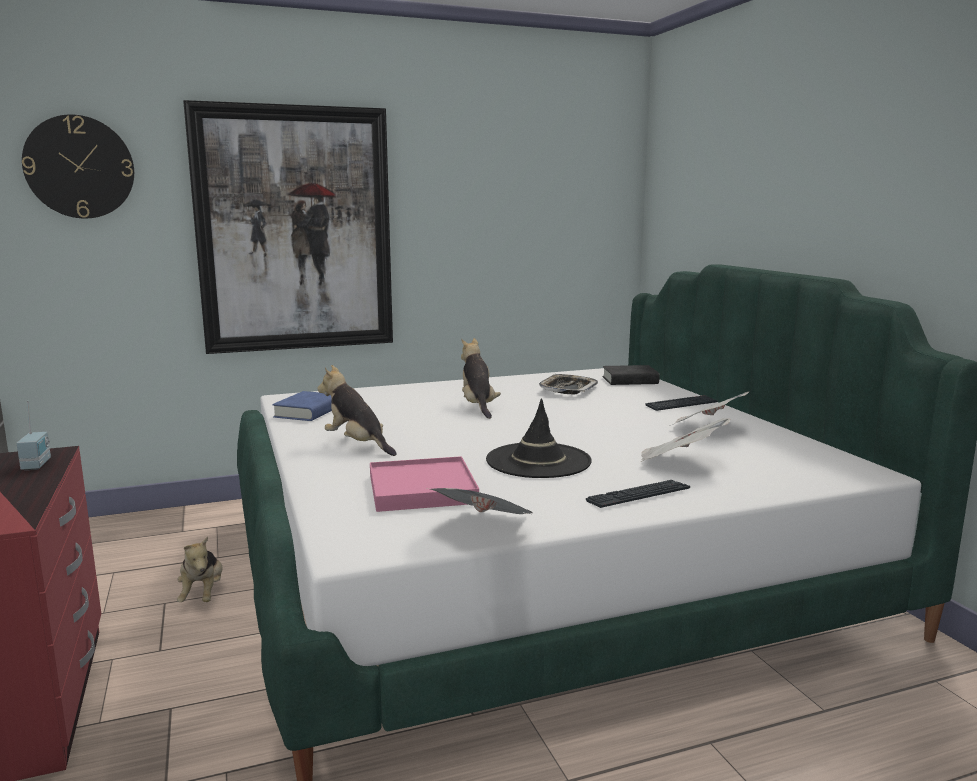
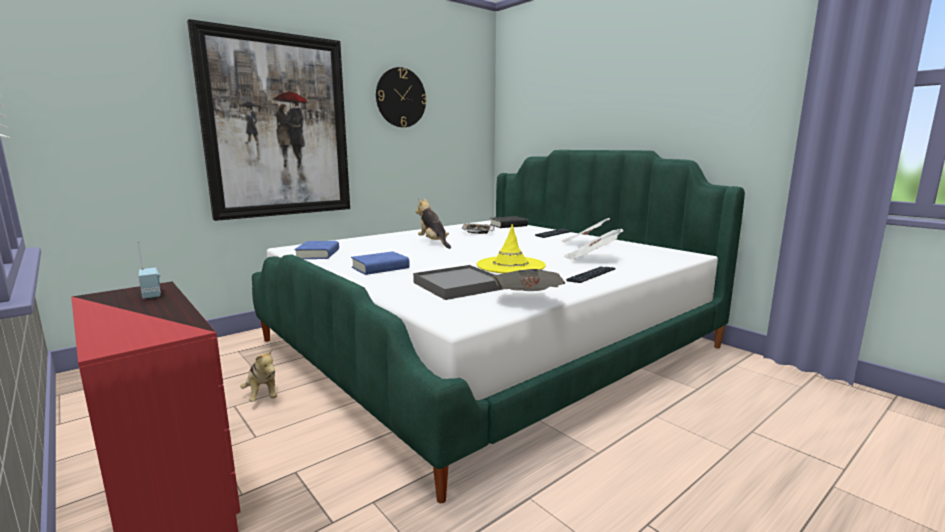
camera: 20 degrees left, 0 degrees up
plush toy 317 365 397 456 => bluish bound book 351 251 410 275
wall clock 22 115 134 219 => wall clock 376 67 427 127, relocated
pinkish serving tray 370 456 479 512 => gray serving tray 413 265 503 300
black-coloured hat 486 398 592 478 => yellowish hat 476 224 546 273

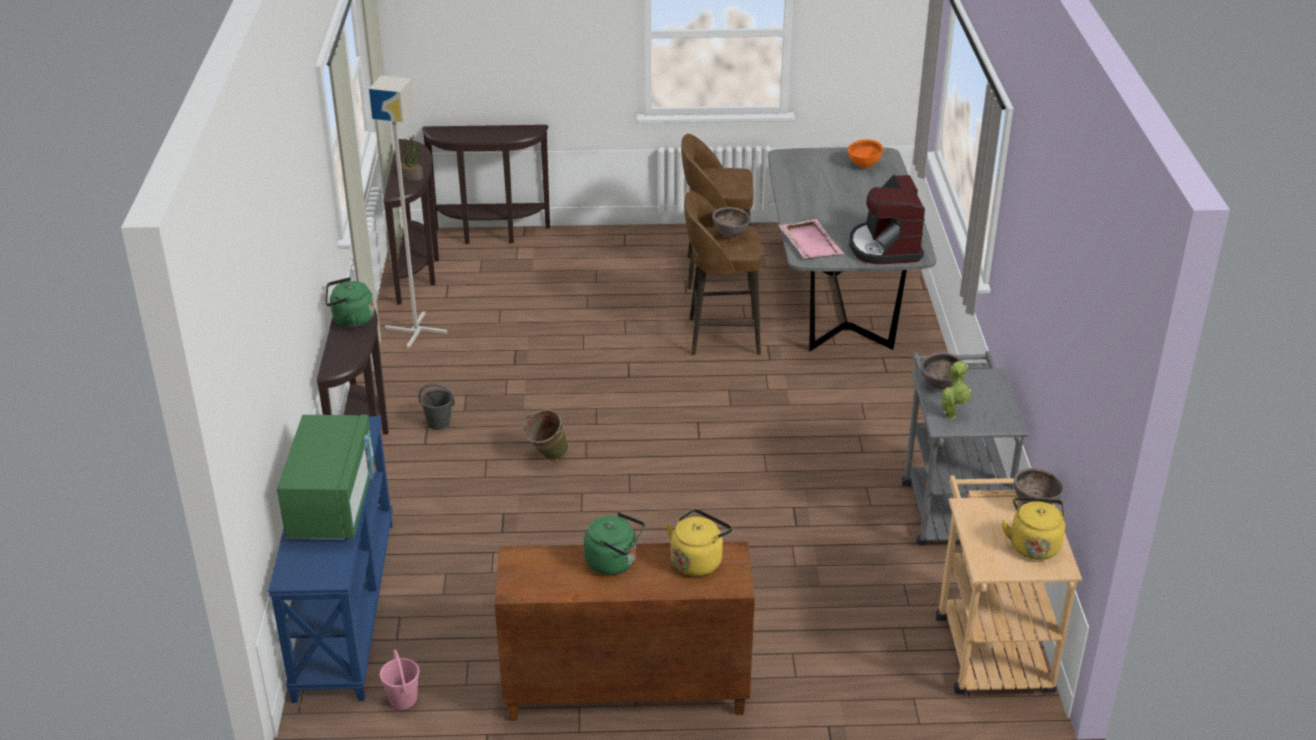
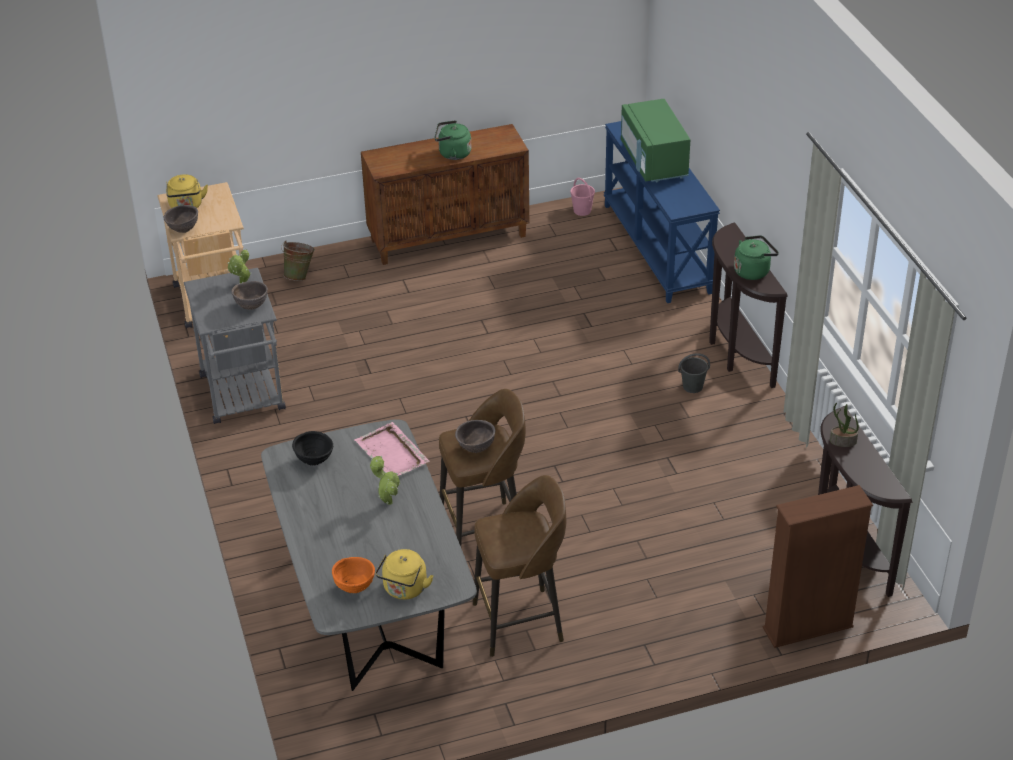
camera: 165 degrees right, 5 degrees up
greenish pail 523 409 569 460 => greenish pail 281 241 315 281, relocated
coffee maker 849 175 925 264 => black-coloured serving bowl 292 431 333 465
nothing => plant in a pot 370 456 400 505
yellowish water kettle 666 509 732 576 => yellowish water kettle 375 549 433 600, relocated
brown console table 422 125 550 244 => brown shelving unit 763 485 873 648
gray floor lamp 369 75 447 348 => nothing

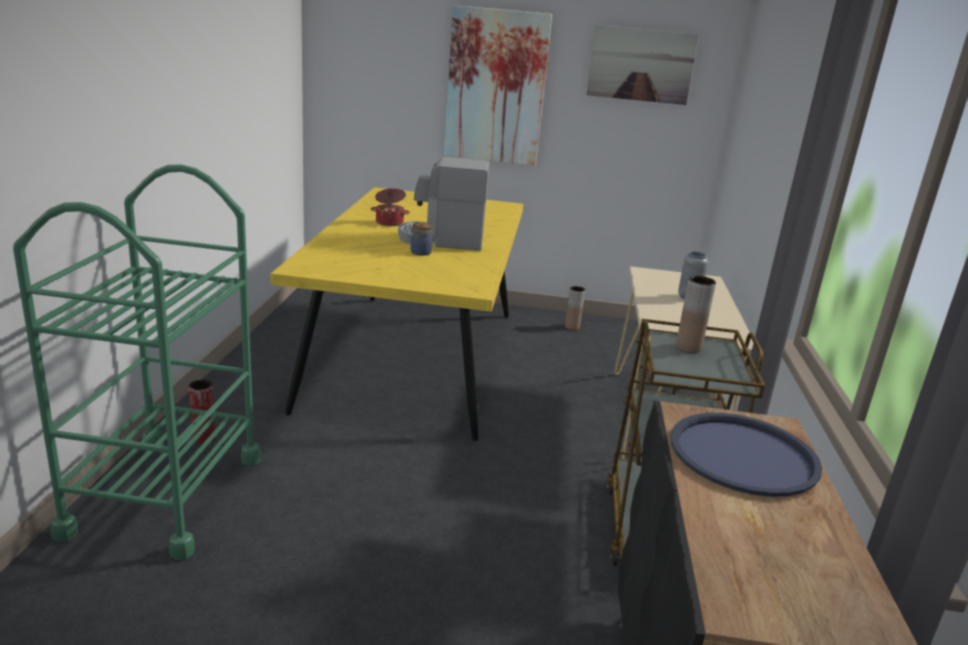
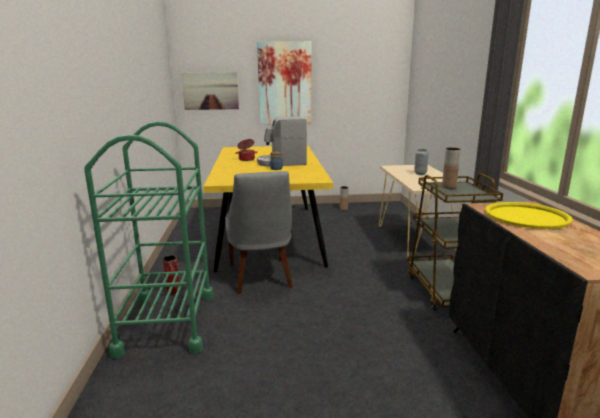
camera: 10 degrees left, 5 degrees down
wall art 586 25 699 105 => wall art 181 72 239 110, relocated
nothing => gray chair 225 171 293 294
bluish serving tray 671 413 822 497 => yellowish serving tray 485 202 573 229

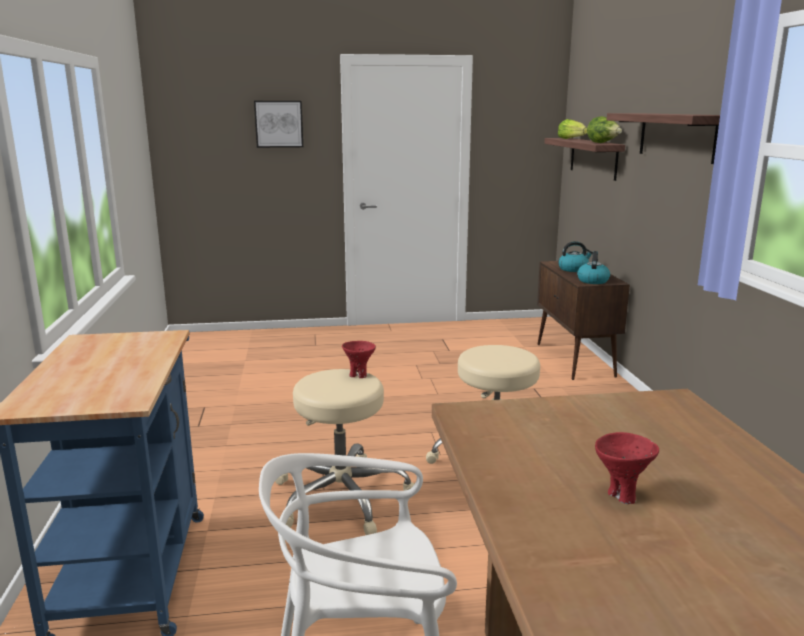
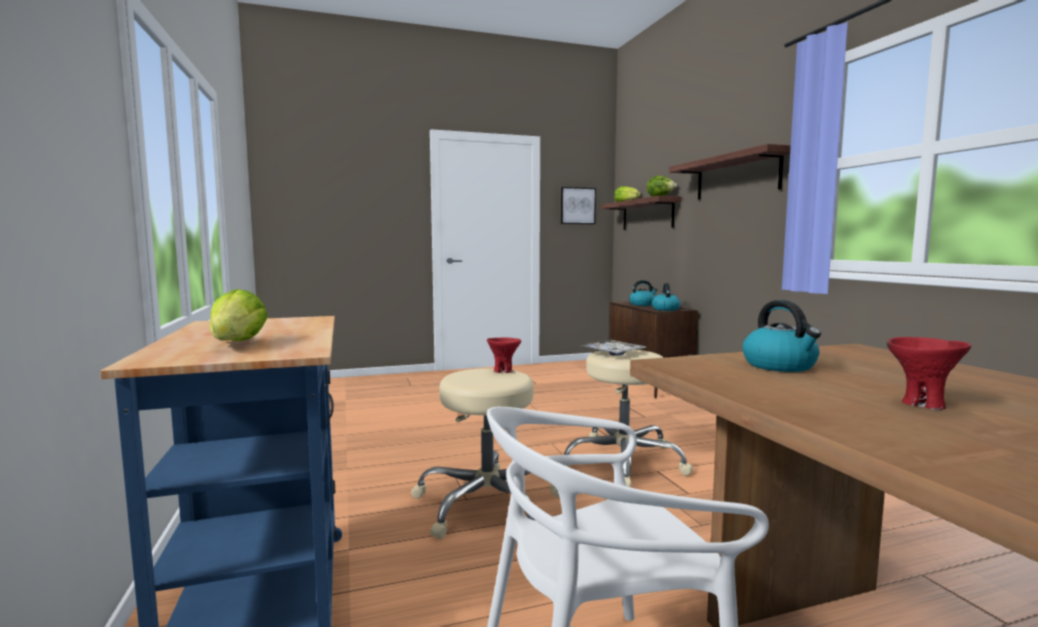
camera: 10 degrees left, 10 degrees down
nothing => lettuce 210 289 268 341
wall art 254 101 303 148 => wall art 561 187 596 224, relocated
nothing => serving tray 582 340 646 356
nothing => water kettle 742 300 821 372

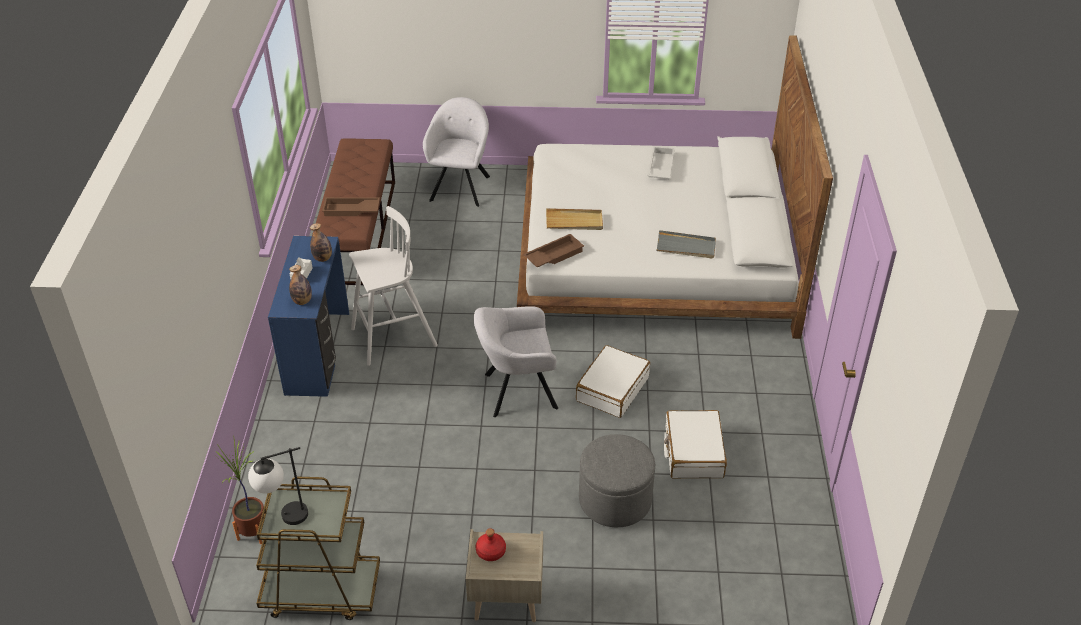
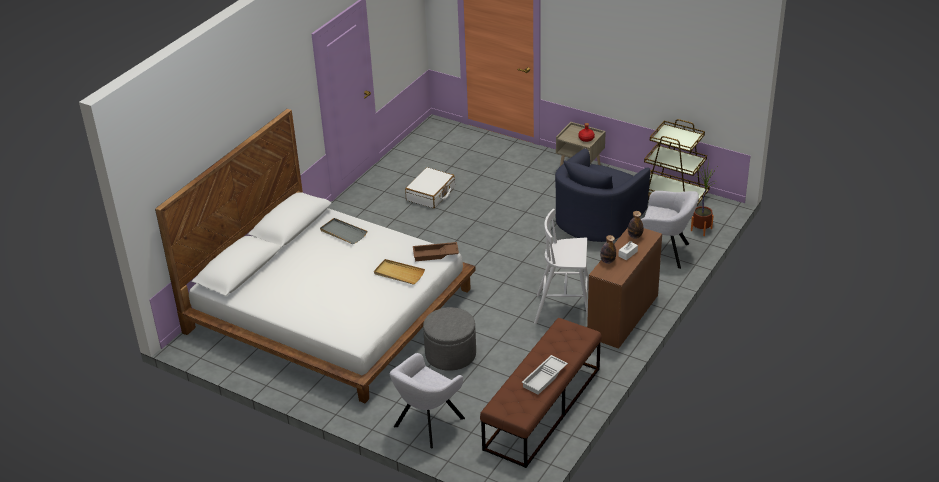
camera: 150 degrees left, 5 degrees down
gray footrest 579 434 655 527 => gray footrest 423 307 476 371, relocated
whitish serving tray 648 146 675 179 => whitish serving tray 522 355 568 395, relocated
nothing => bluish armchair 555 148 651 242
bluish desk table 268 236 349 397 => brown desk table 587 228 662 349
gray armchair 474 306 558 417 => gray armchair 641 191 699 269, relocated
lamp for a table 248 447 308 525 => nothing
brown serving tray 322 197 380 216 => nothing
whitish suitcase 576 345 650 418 => nothing

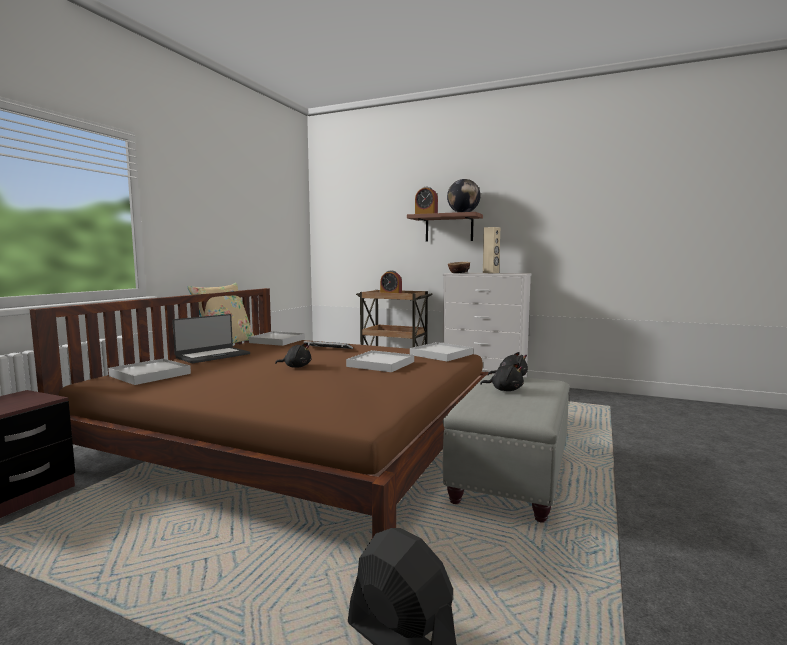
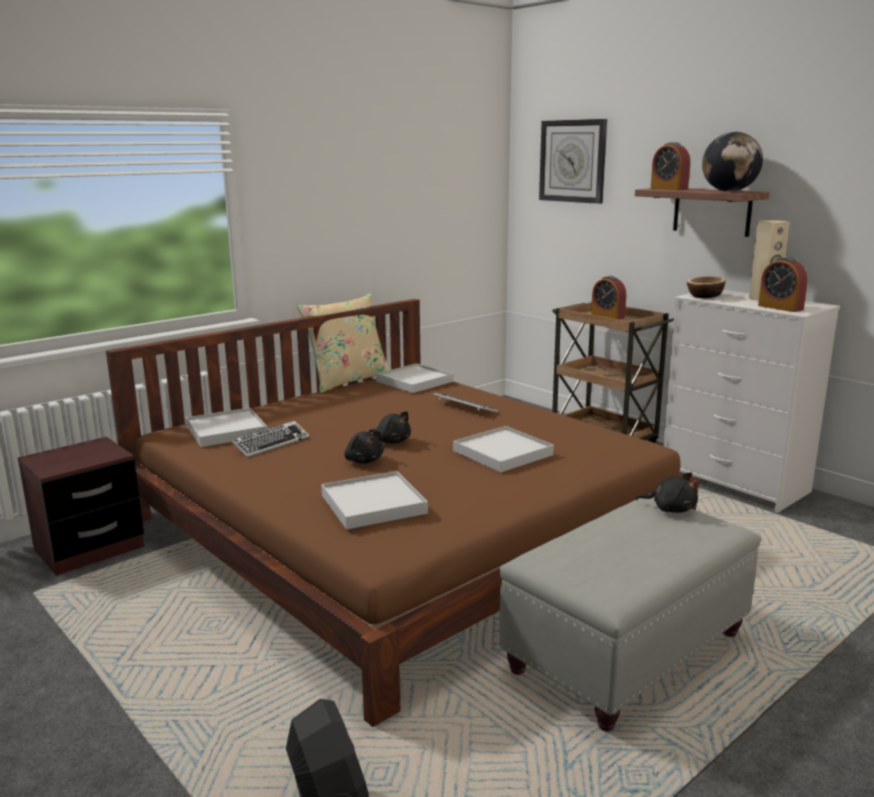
camera: 25 degrees right, 10 degrees up
nothing => computer keyboard 231 421 310 458
whitish serving tray 410 342 473 361 => whitish serving tray 321 471 428 529, relocated
black-coloured plush toy 480 363 524 391 => black-coloured plush toy 344 431 384 464, relocated
nothing => wall clock 539 119 607 204
nothing => table clock 758 257 808 312
notebook computer 172 314 250 363 => nothing

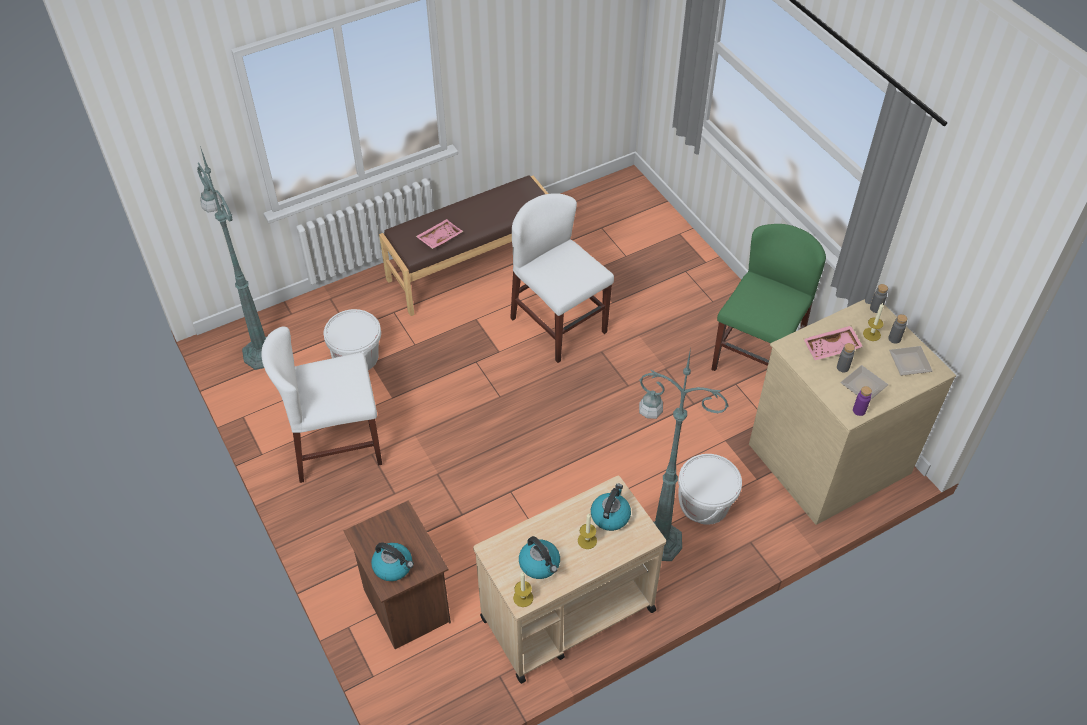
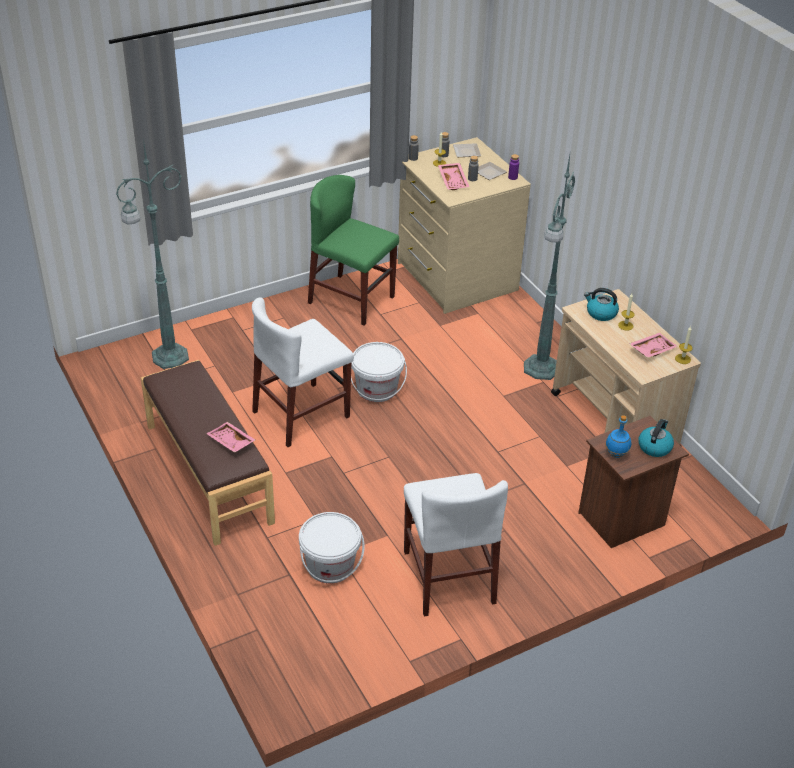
camera: 90 degrees left, 10 degrees down
greenish floor lamp 197 146 267 370 => greenish floor lamp 116 138 189 369, relocated
whitish pail 678 454 742 525 => whitish pail 351 342 407 402, relocated
nothing => bluish beverage bottle 605 415 631 458
water kettle 519 536 560 579 => pinkish serving tray 629 333 678 358

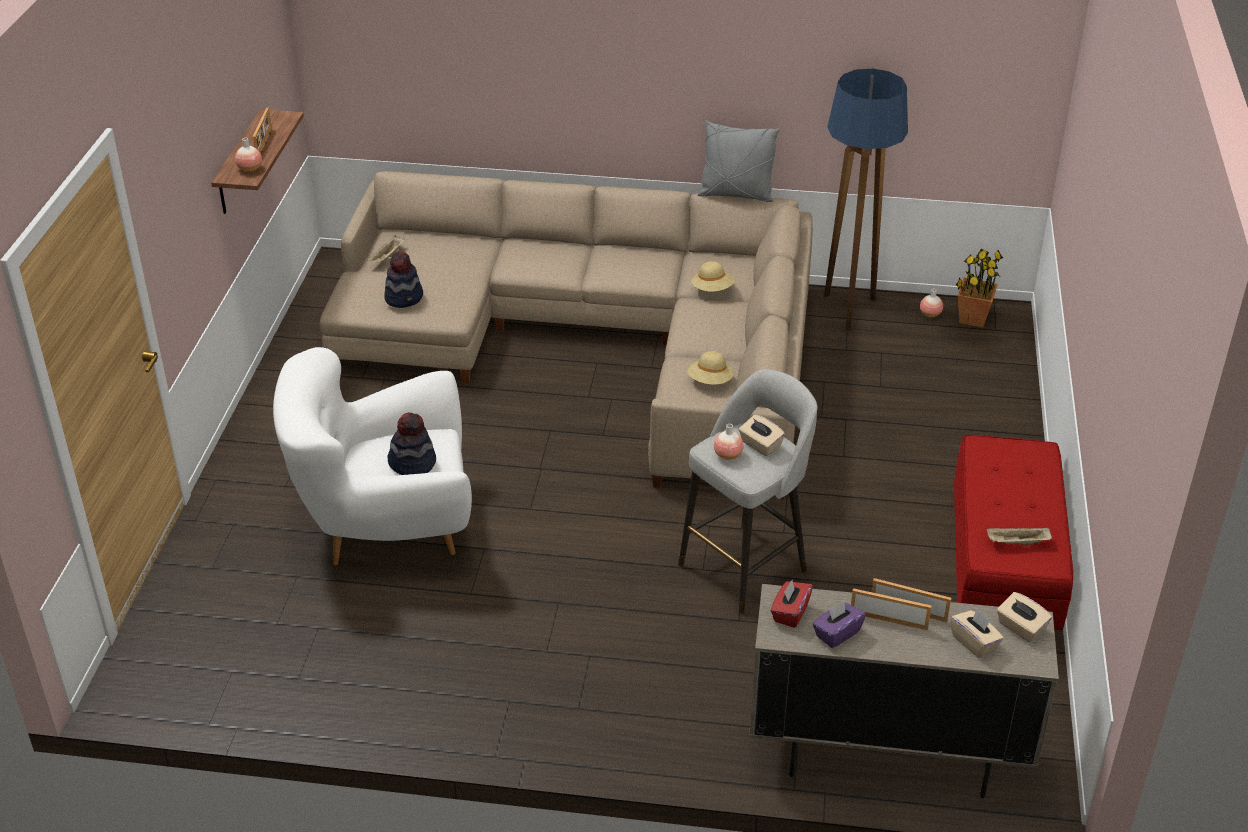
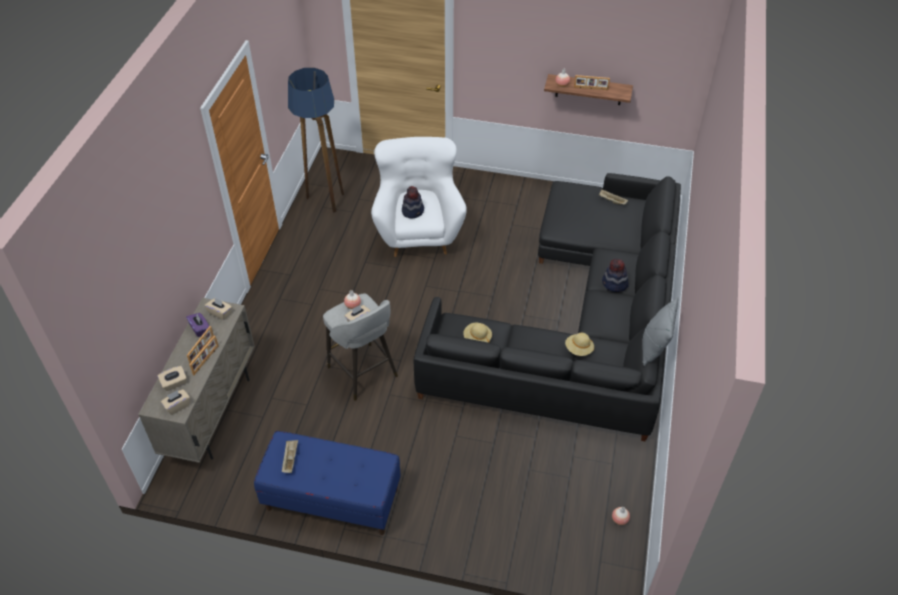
camera: 95 degrees right, 10 degrees up
red-coloured tissue box 771 580 813 628 => beige-coloured tissue box 205 298 232 320
red-coloured bench 954 435 1073 632 => bluish bench 254 431 401 535
floor lamp 824 69 908 331 => floor lamp 288 68 344 213, relocated
beige-coloured sofa 320 171 813 499 => black-coloured sofa 413 173 681 441
hat 384 251 423 308 => hat 602 258 629 292, relocated
plant in a pot 956 248 1003 328 => nothing

